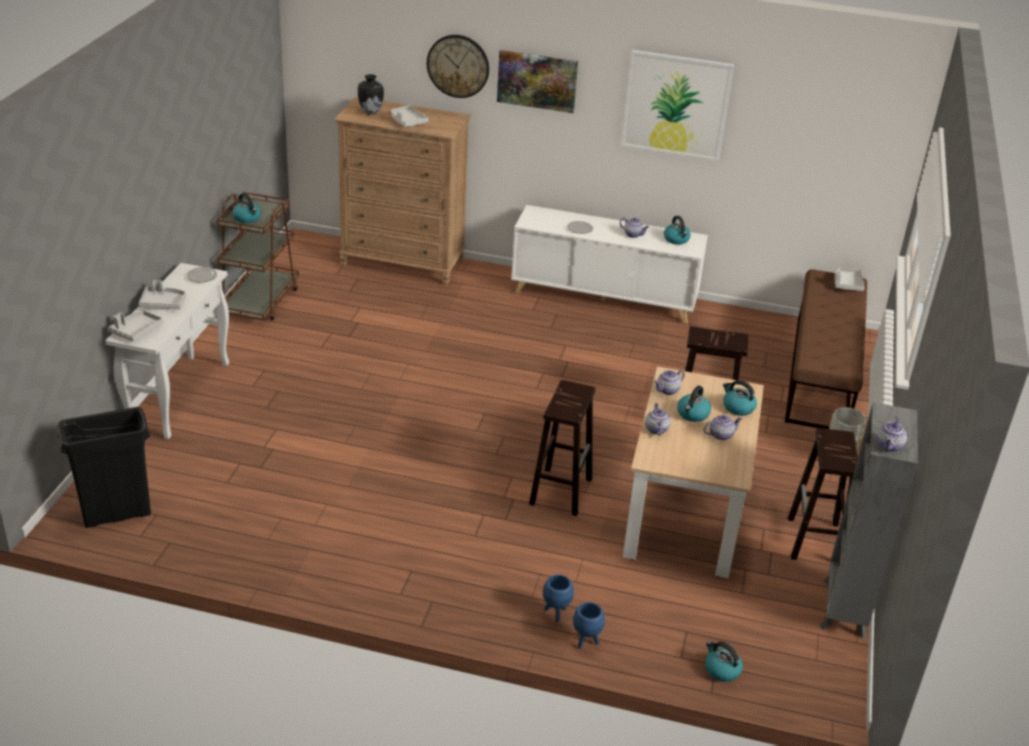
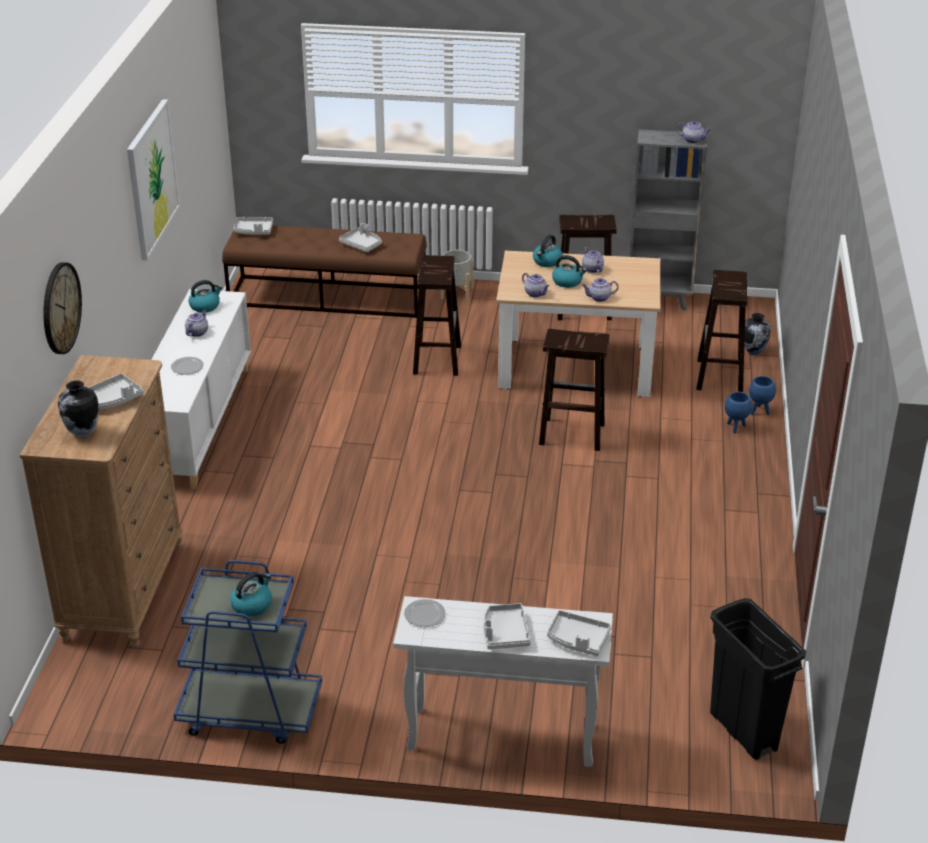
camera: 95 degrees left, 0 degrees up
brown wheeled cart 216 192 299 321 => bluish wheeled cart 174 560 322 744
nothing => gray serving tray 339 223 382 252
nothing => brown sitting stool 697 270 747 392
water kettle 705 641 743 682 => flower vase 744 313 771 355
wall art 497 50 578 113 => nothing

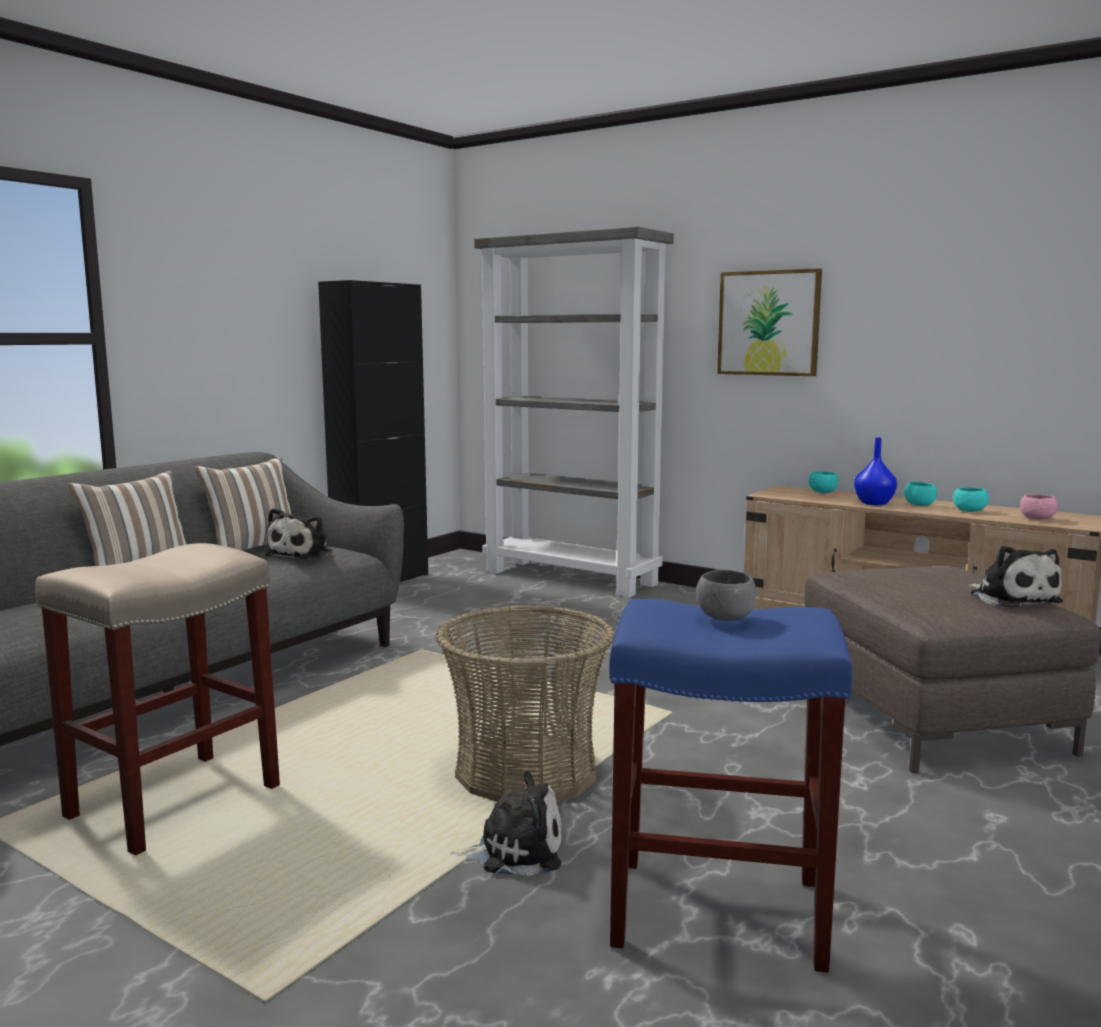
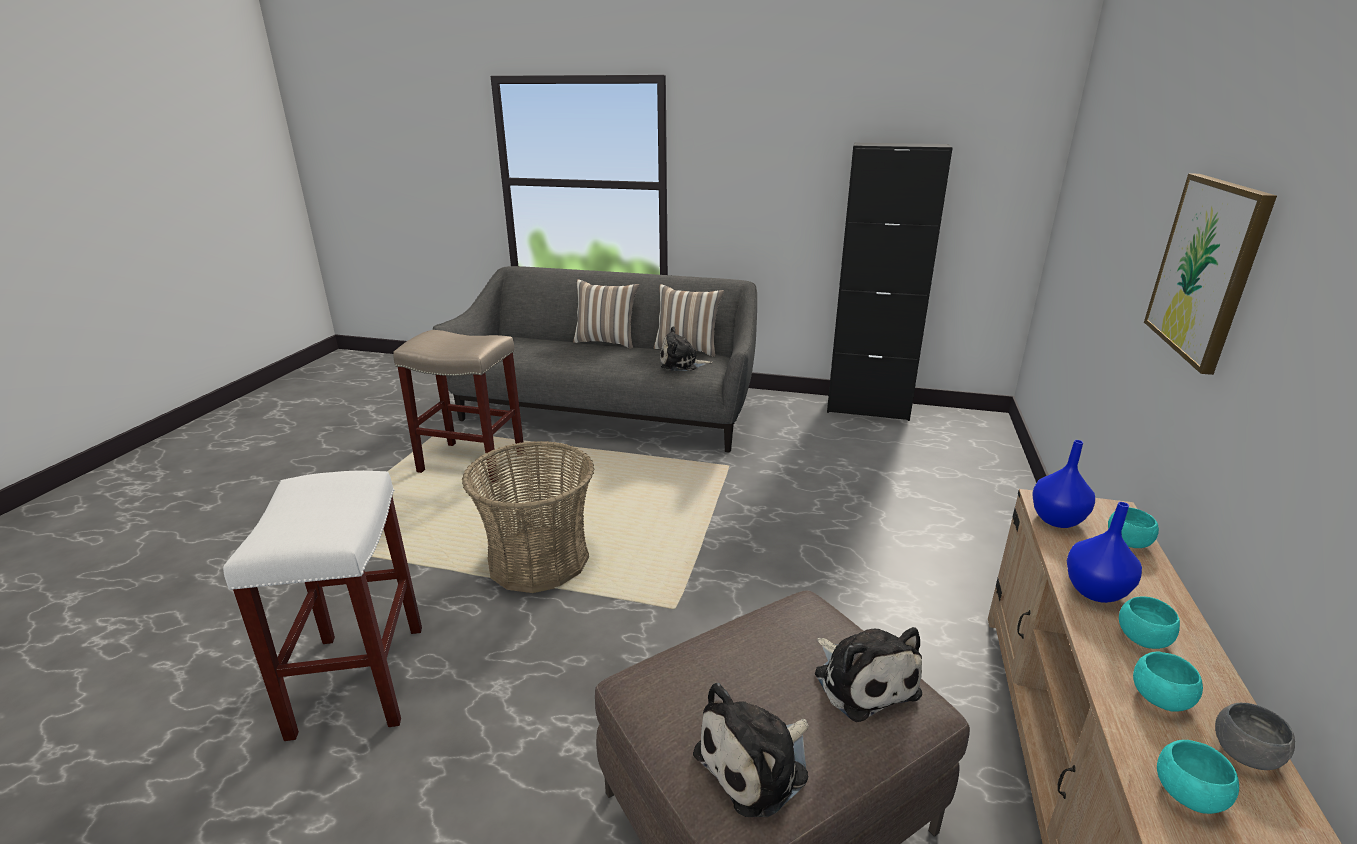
camera: 70 degrees right, 15 degrees up
bluish sitting stool 609 599 853 973 => whitish sitting stool 223 471 422 741
plush toy 450 771 561 876 => plush toy 815 627 922 722, relocated
nothing => bluish flower vase 1032 440 1095 528
pinkish serving bowl 1020 494 1058 520 => turquoise serving bowl 1157 740 1239 814
gray serving bowl 696 570 756 621 => gray serving bowl 1215 703 1295 770, relocated
gray shelving unit 474 227 674 597 => nothing

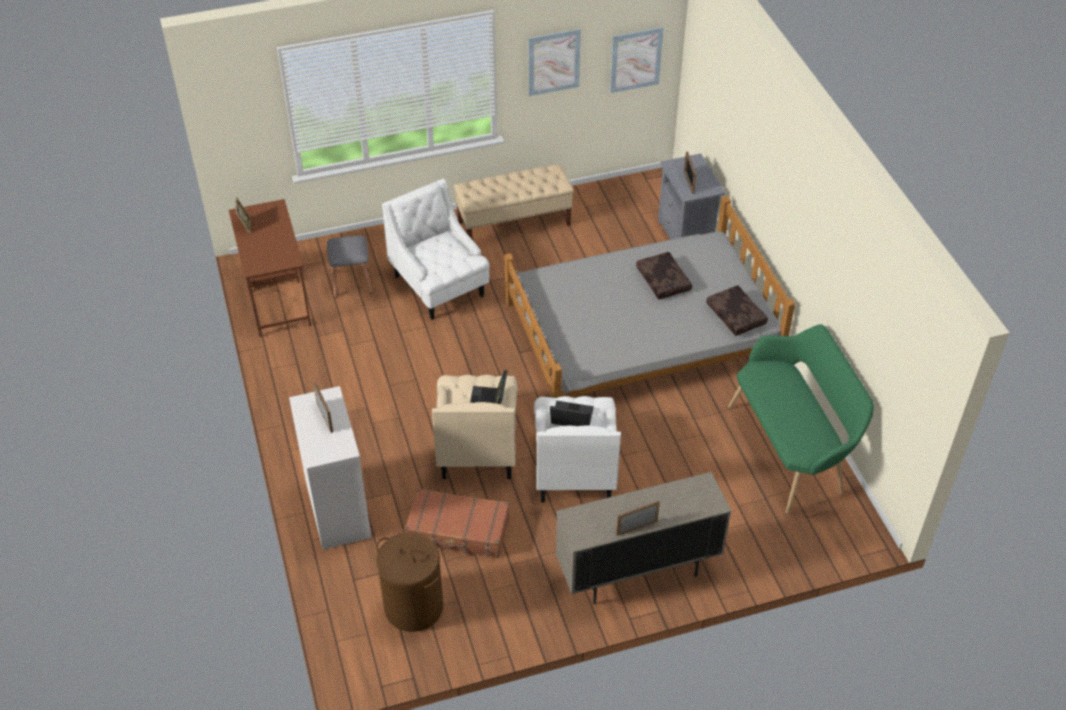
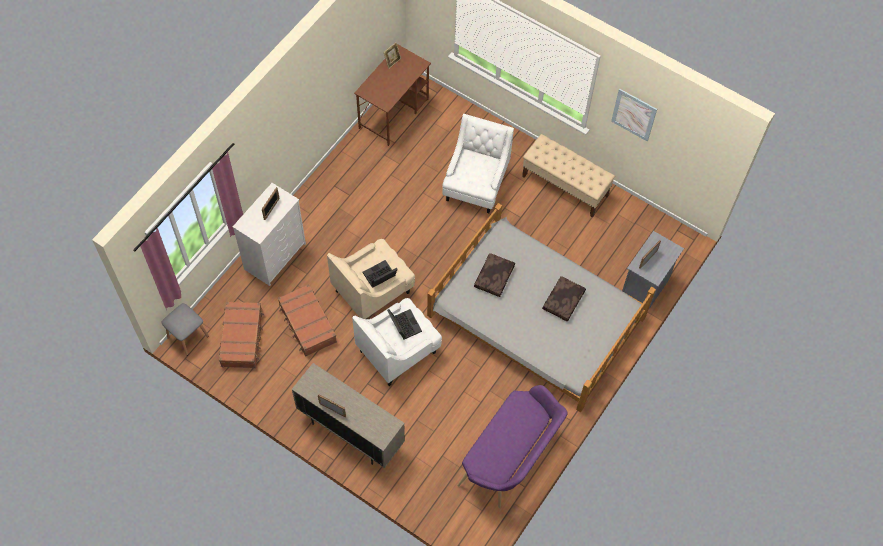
camera: 50 degrees right, 15 degrees up
gray sitting stool 327 236 372 297 => gray sitting stool 161 303 209 356, relocated
brown washing basket 376 532 443 632 => brown suitcase 219 302 264 368
greenish bench 728 324 874 514 => purple bench 457 385 568 508
brown cushion 706 285 768 336 => brown cushion 474 253 515 297, relocated
wall art 610 27 664 93 => nothing

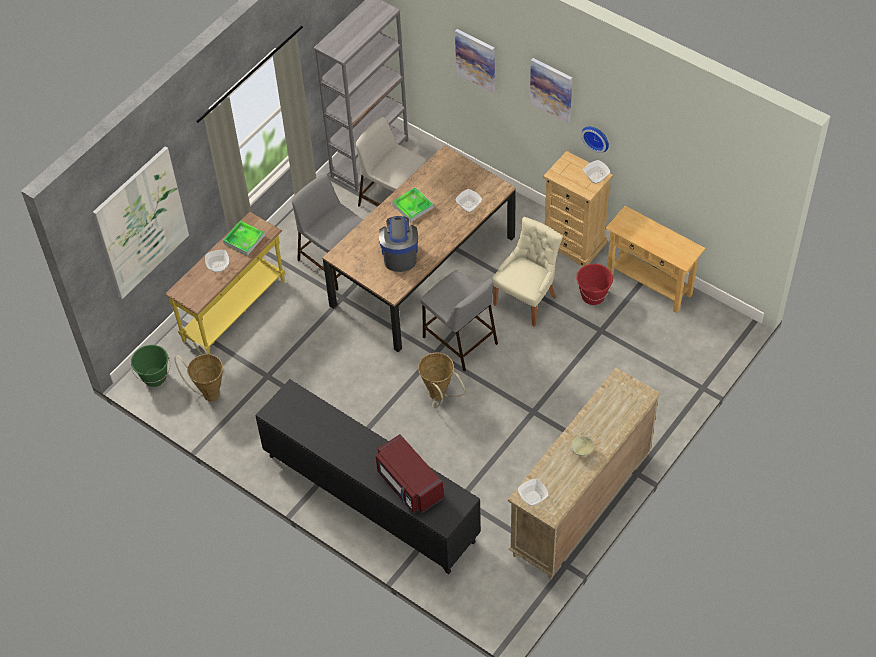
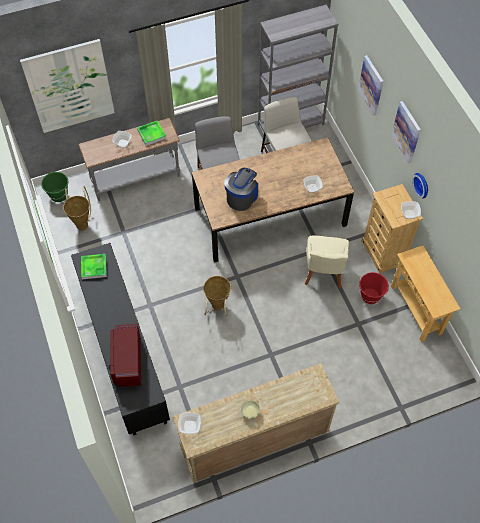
camera: 30 degrees right, 5 degrees up
yellowish console table 165 212 285 354 => gray console table 78 118 180 201
serving tray 392 187 434 222 => serving tray 81 254 107 279, relocated
beige-coloured chair 492 217 563 327 => beige-coloured chair 305 236 349 289, 120 degrees clockwise
gray sitting stool 420 270 498 372 => nothing

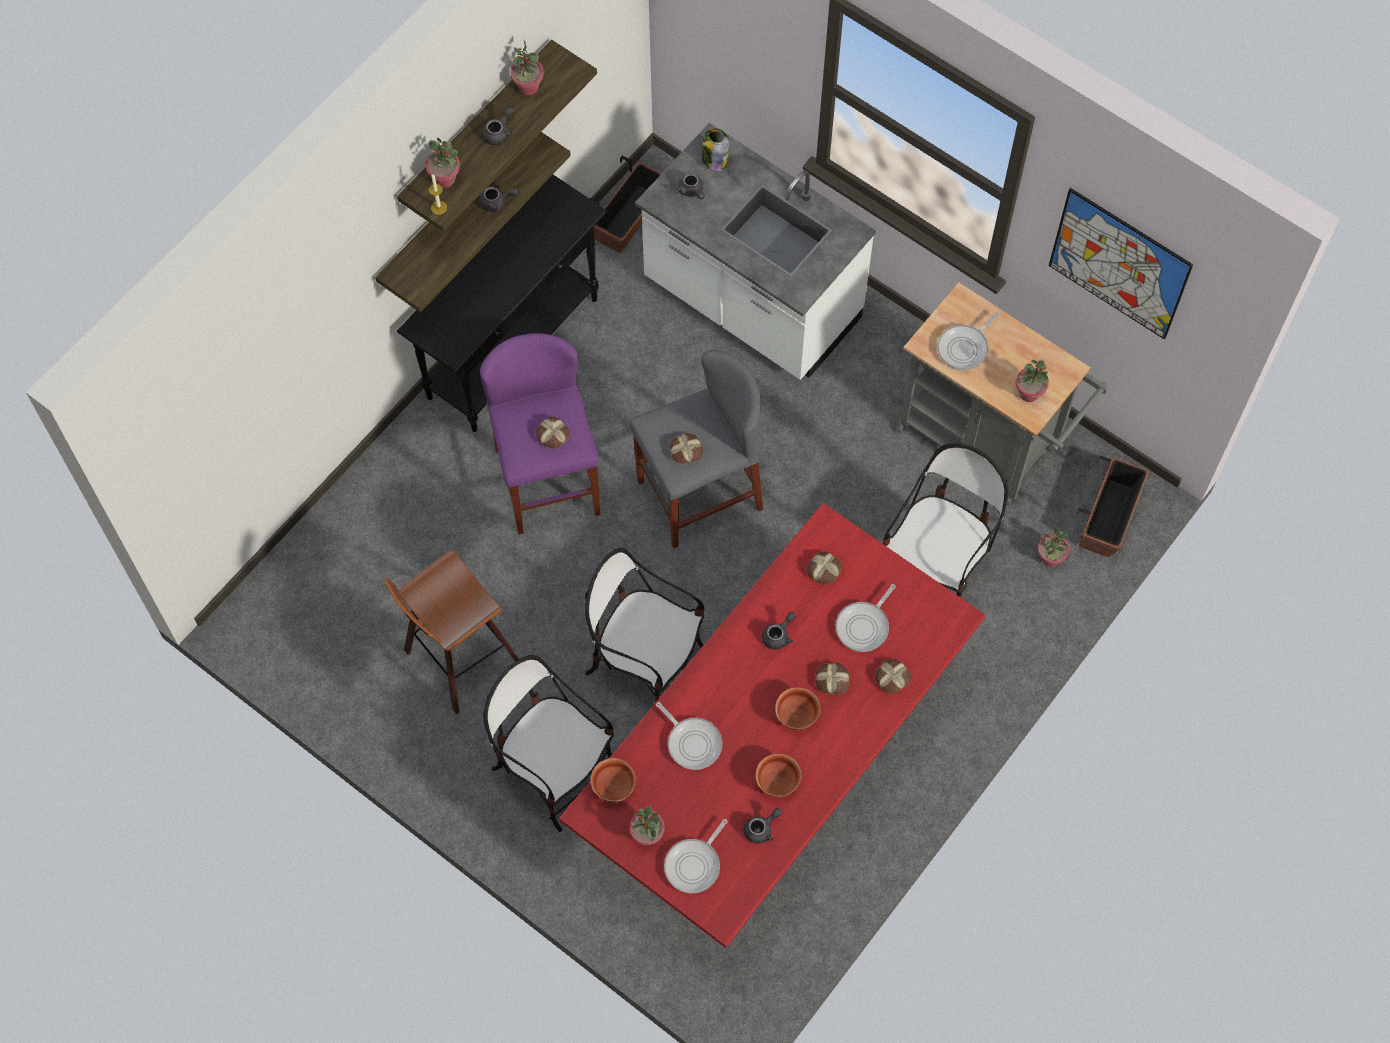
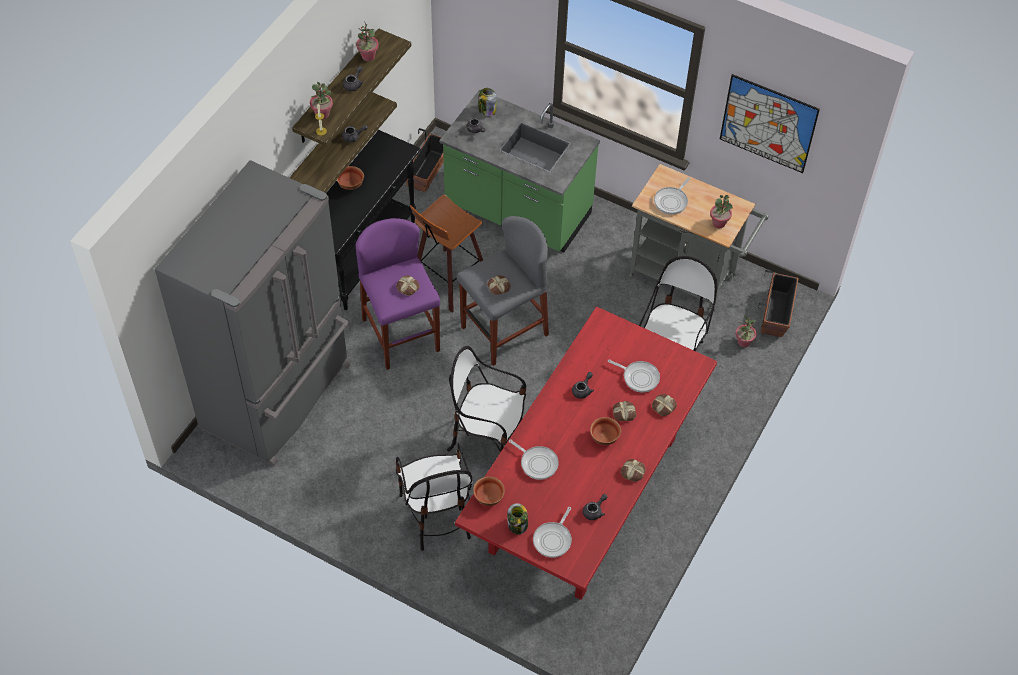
camera: 10 degrees left, 10 degrees down
nothing => gray kitchen fridge 155 160 350 466
serving bowl 756 754 802 797 => serving bowl 337 166 364 190, relocated
chair 483 655 614 832 => chair 396 443 472 551, 135 degrees counterclockwise
sitting stool 385 550 518 715 => sitting stool 410 195 483 312, relocated
whitish kitchen base unit 635 123 876 380 => greenish kitchen base unit 439 90 600 252
plant in a pot 629 806 665 845 => storage jar 507 503 528 534
skillet 836 584 896 652 => skillet 608 359 660 392, 90 degrees counterclockwise
bread 806 552 842 585 => bread 621 459 646 482, relocated

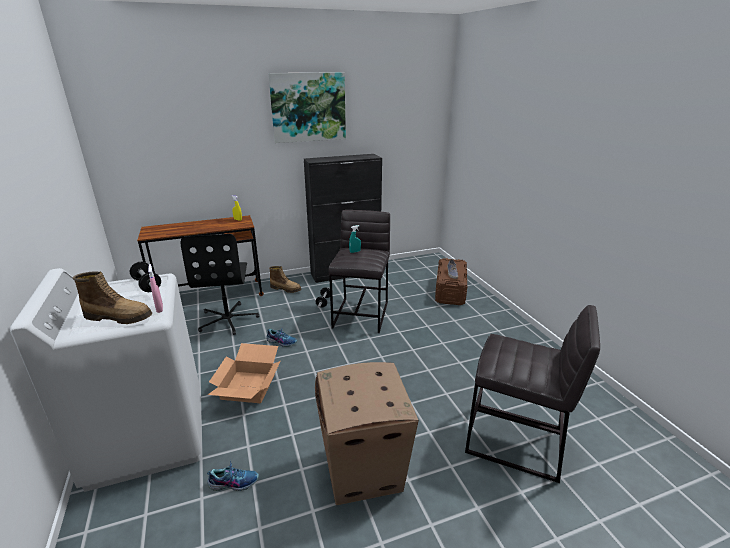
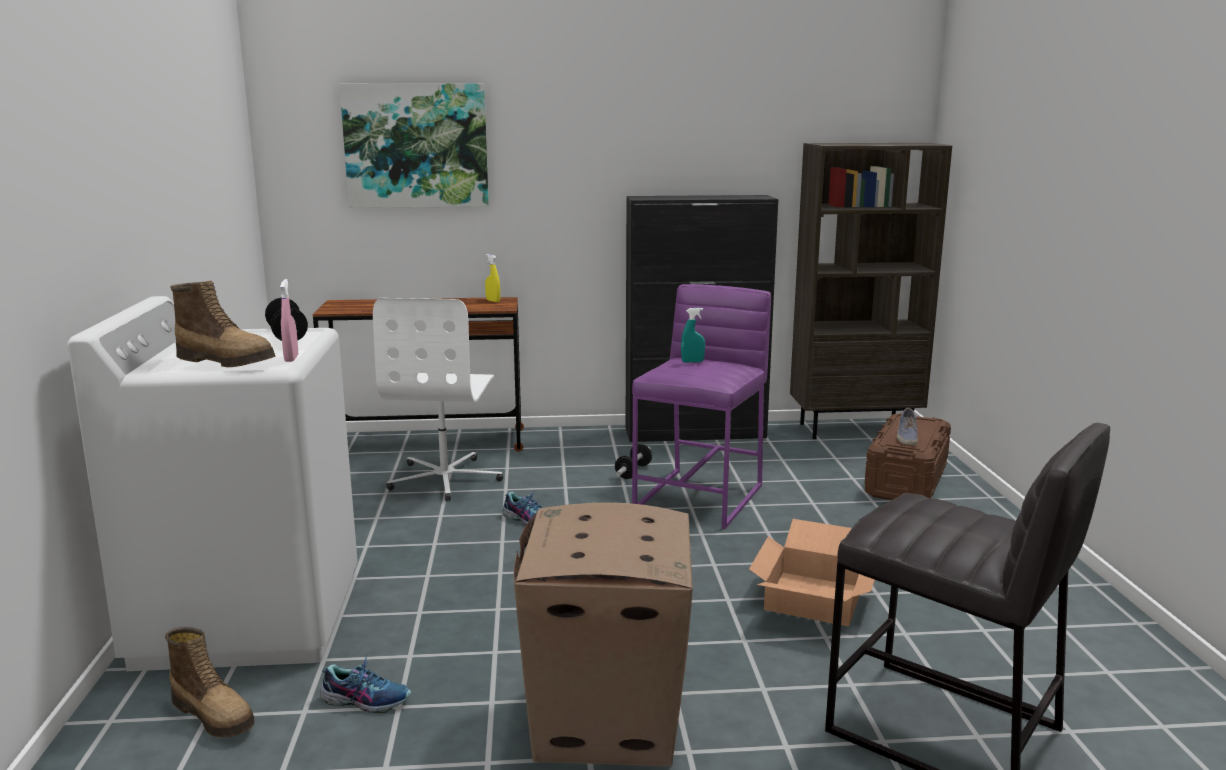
camera: 15 degrees right, 10 degrees down
boot 269 266 301 293 => boot 165 627 255 737, relocated
wall art 268 72 346 143 => wall art 339 83 489 208, relocated
black-coloured desk chair 181 234 259 335 => whitish desk chair 373 298 503 501
gray sitting stool 328 210 390 333 => purple sitting stool 632 284 771 529
cardboard box 208 343 281 403 => cardboard box 749 519 875 626, relocated
nothing => brown shelving unit 790 143 952 439

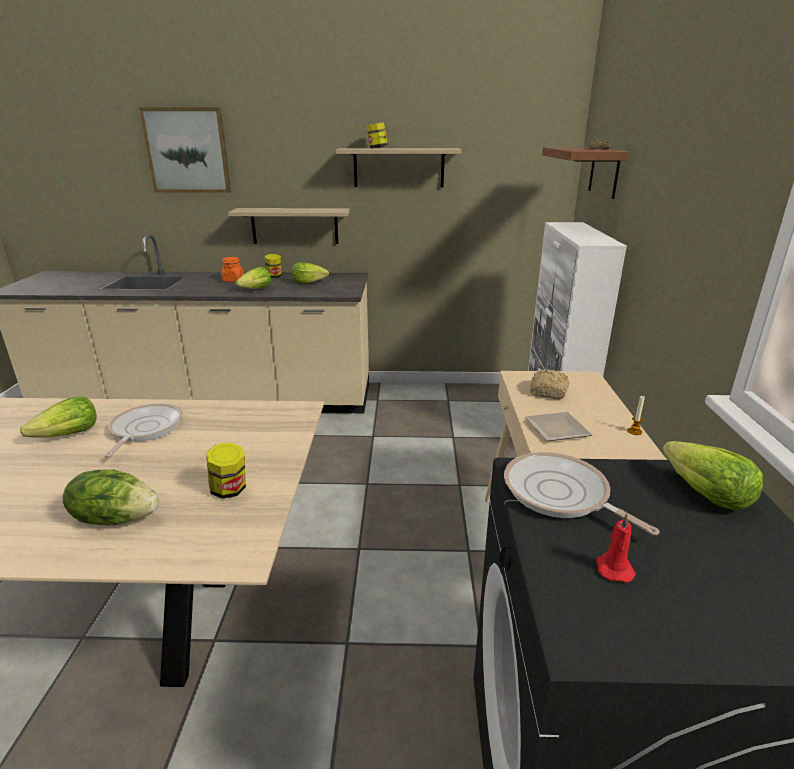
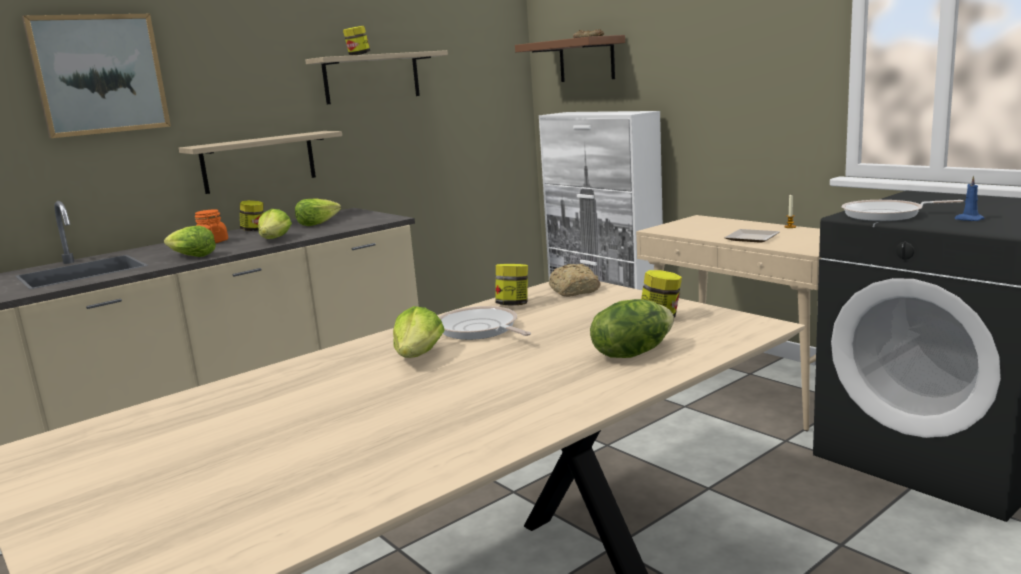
camera: 40 degrees left, 10 degrees down
lettuce 663 441 763 510 => lettuce 164 226 216 257, relocated
nothing => storage jar 495 264 528 306
bread 530 369 570 399 => bread 549 264 601 297, relocated
red-coloured wax light 596 513 636 582 => bluish wax light 954 176 985 221

